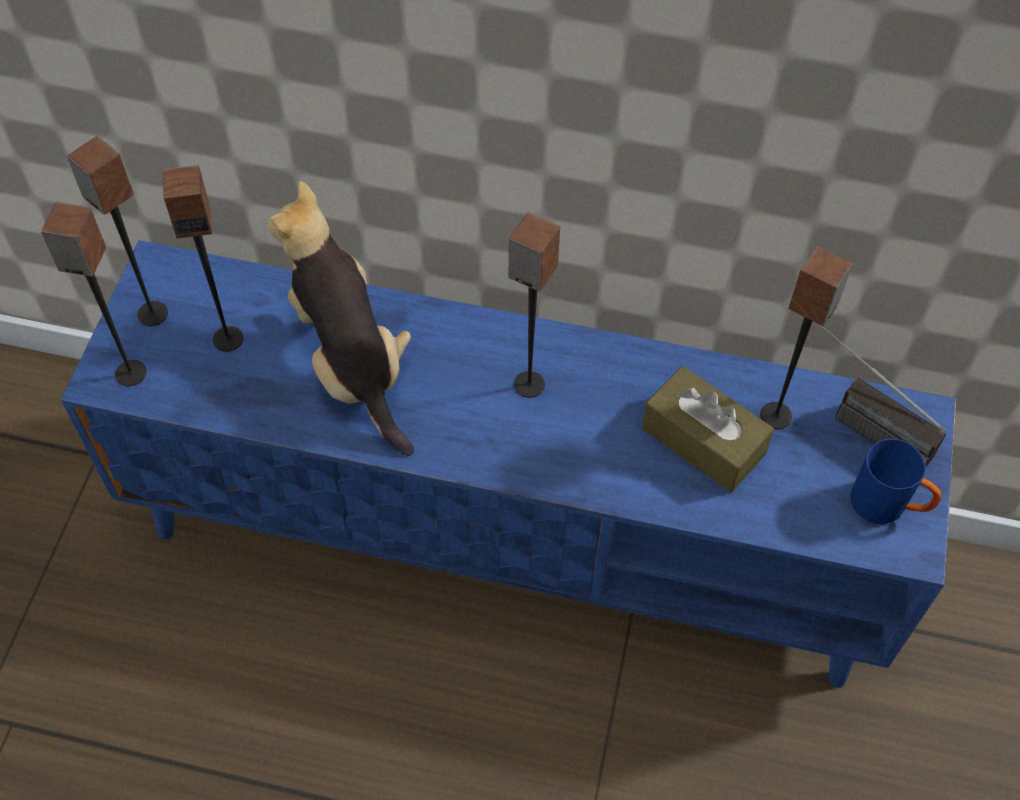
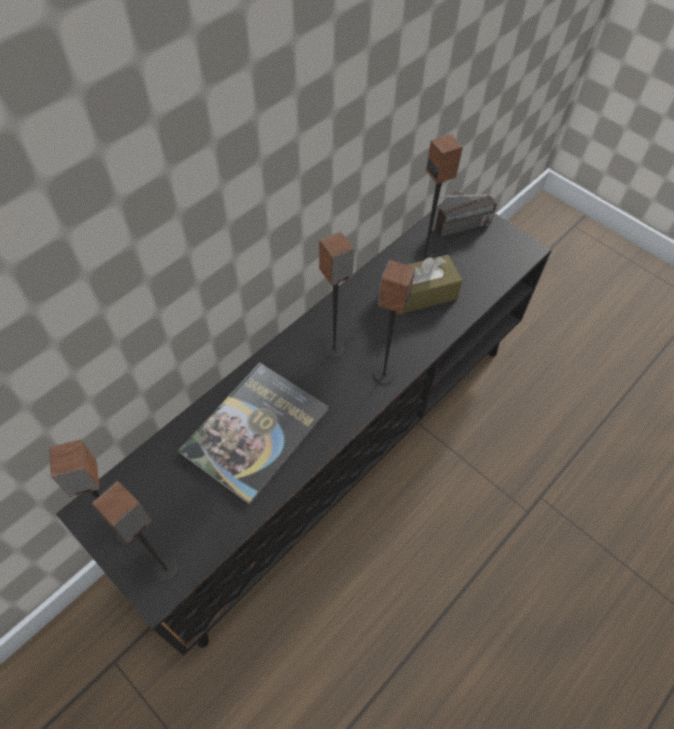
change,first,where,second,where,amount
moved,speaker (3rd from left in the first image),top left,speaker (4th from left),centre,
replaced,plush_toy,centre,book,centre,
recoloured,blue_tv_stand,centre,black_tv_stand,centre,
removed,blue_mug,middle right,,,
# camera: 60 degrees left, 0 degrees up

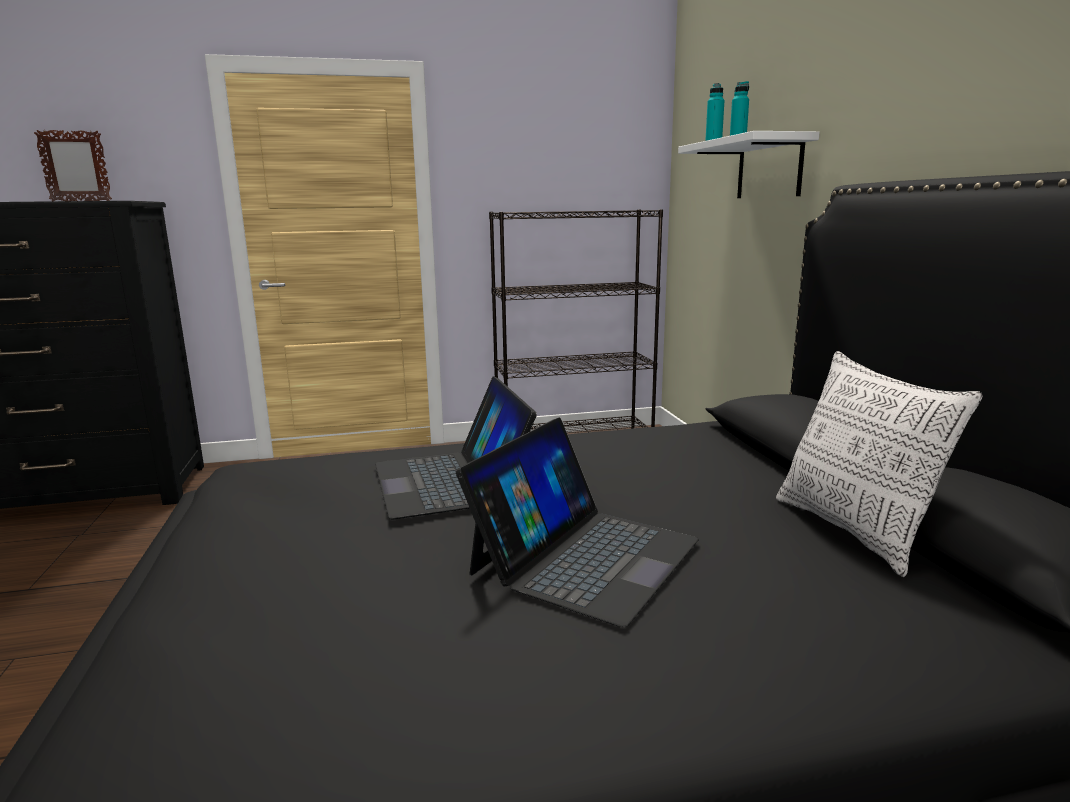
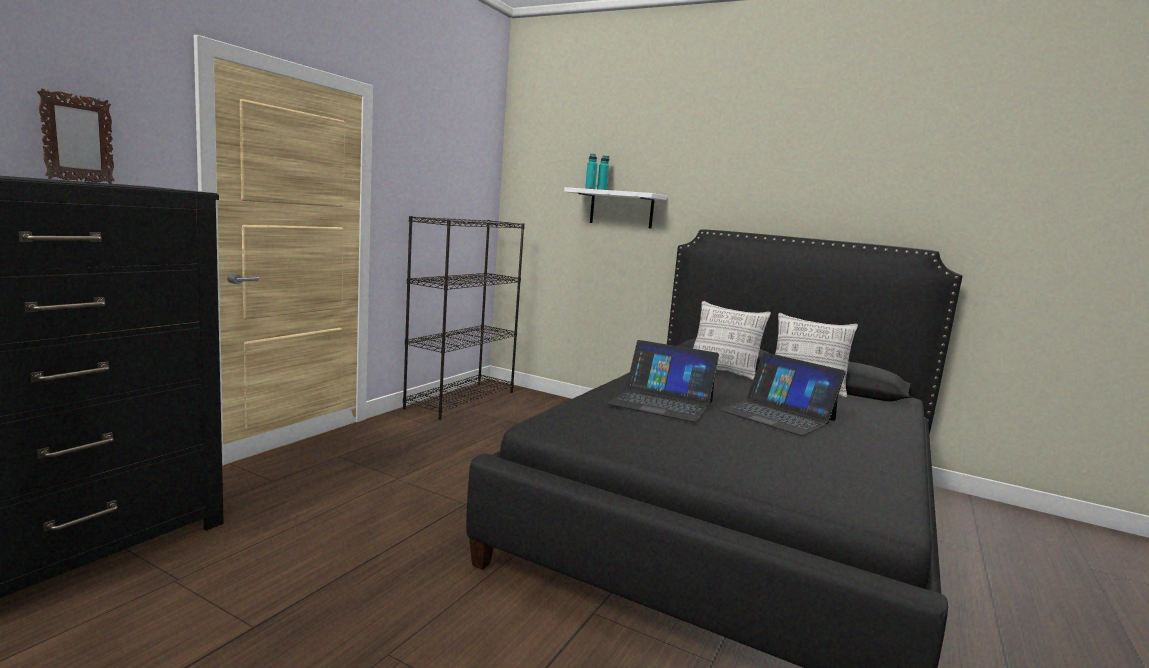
change,first,where,second,where,amount
turned,laptop (2nd from left),centre,,middle right,150 degrees clockwise
added,,,pillow (1st from left),centre,
# camera: 50 degrees left, 5 degrees down

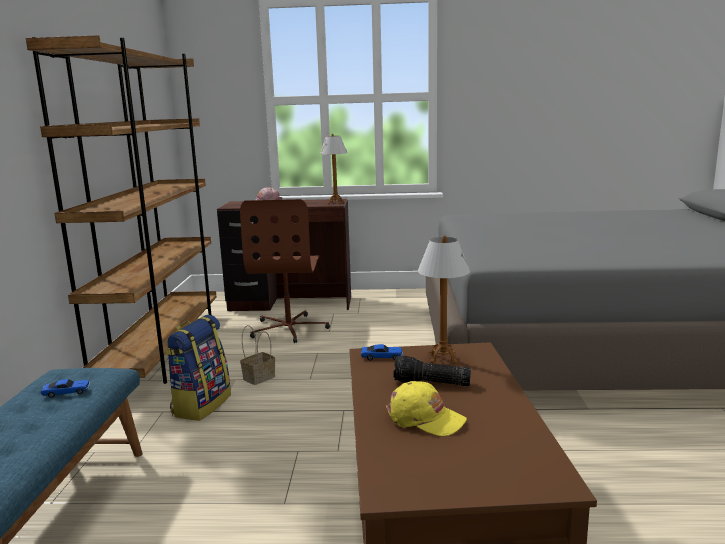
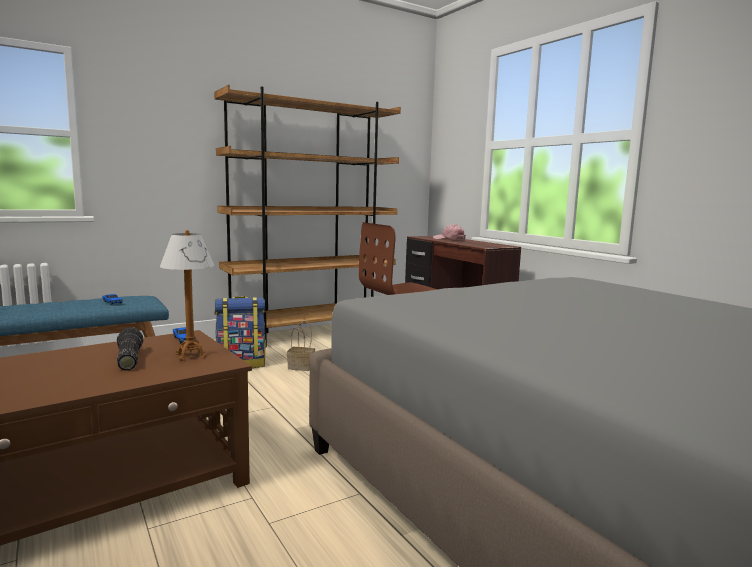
change,first,where,second,where,amount
removed,table_lamp (1st from left),top centre,,,
removed,yellow_cap,bottom centre,,,
# camera: 55 degrees right, 5 degrees down

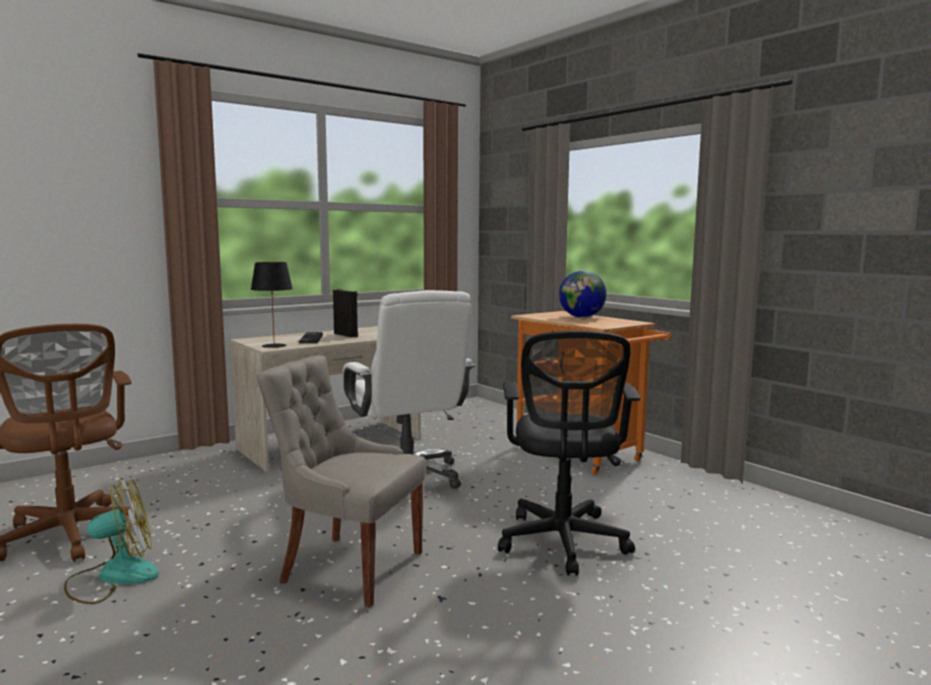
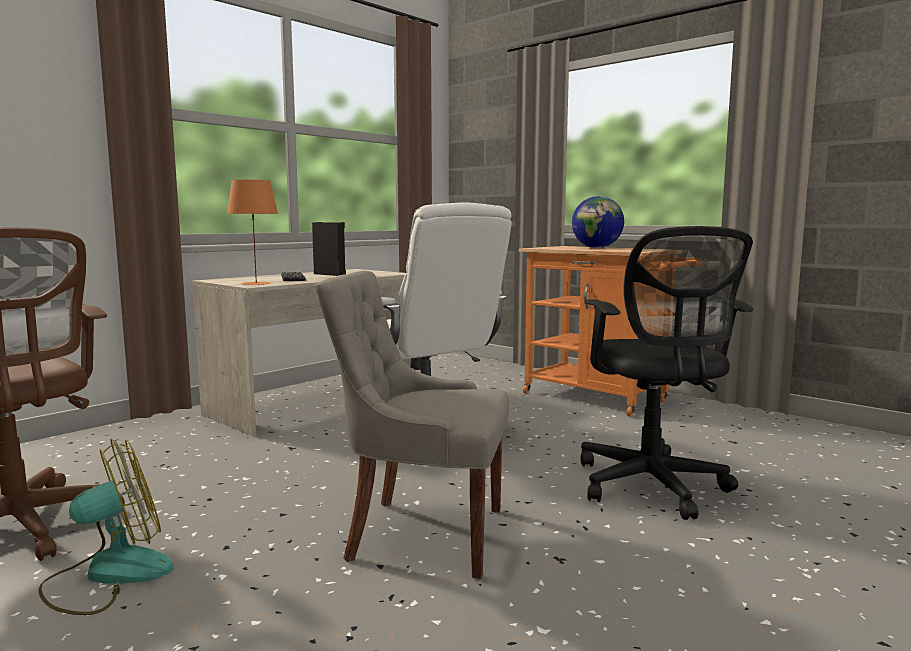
change,first,where,second,where,amount
recoloured,black_table_lamp,middle left,orange_table_lamp,middle left,
# camera: 10 degrees left, 0 degrees up

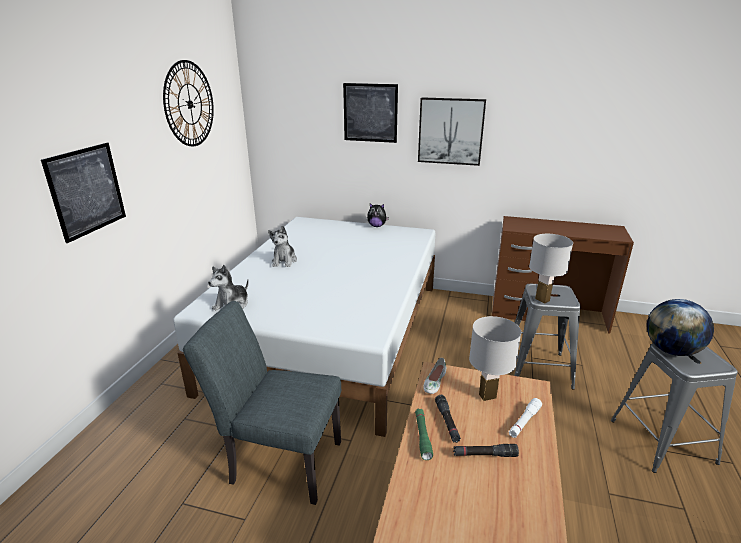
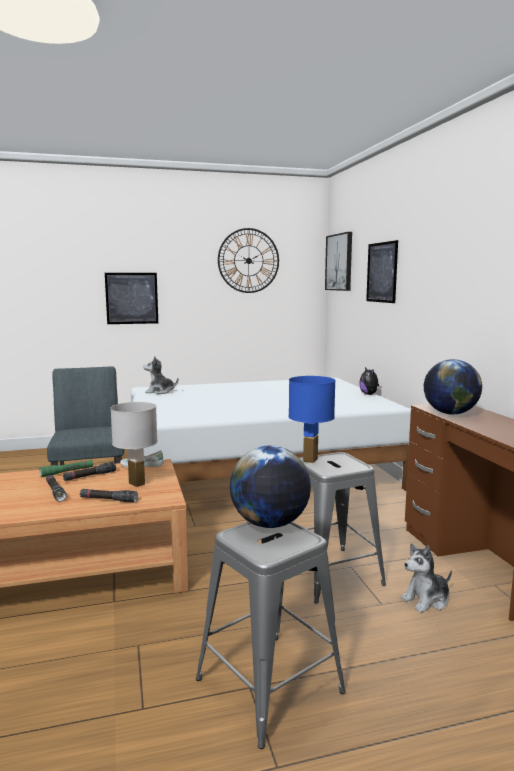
change,first,where,second,where,amount
moved,picture (3rd from left in the first image),top centre,picture (2nd from left),centre,
moved,plush_toy (2nd from left in the first image),centre,plush_toy (3rd from left),bottom right,
recoloured,white_table_lamp (2nd from left),middle right,blue_table_lamp,centre,
recoloured,white_flashlight,bottom right,black_flashlight (3rd from left),middle left,
added,,,globe (2nd from left),middle right,
# camera: 60 degrees right, 15 degrees down

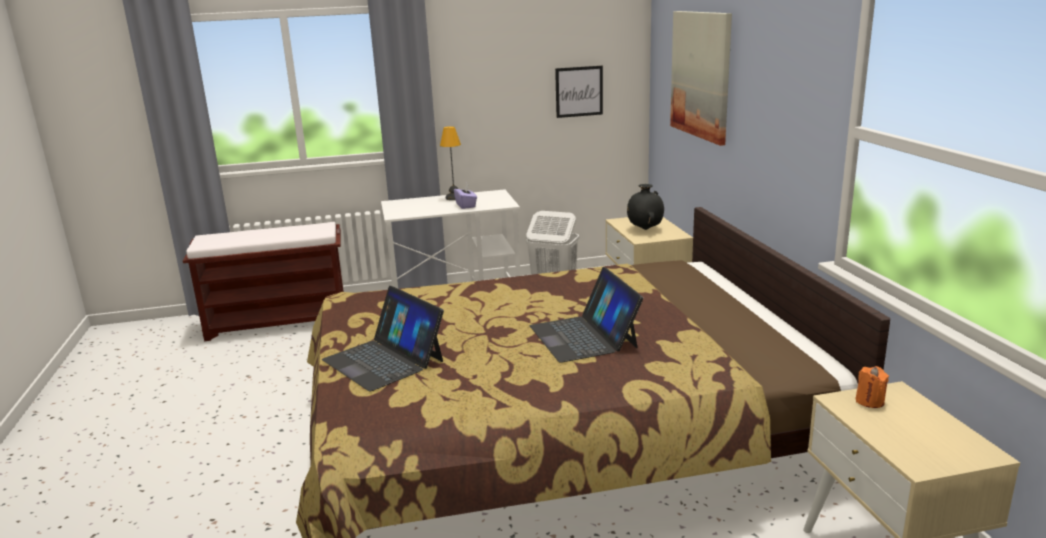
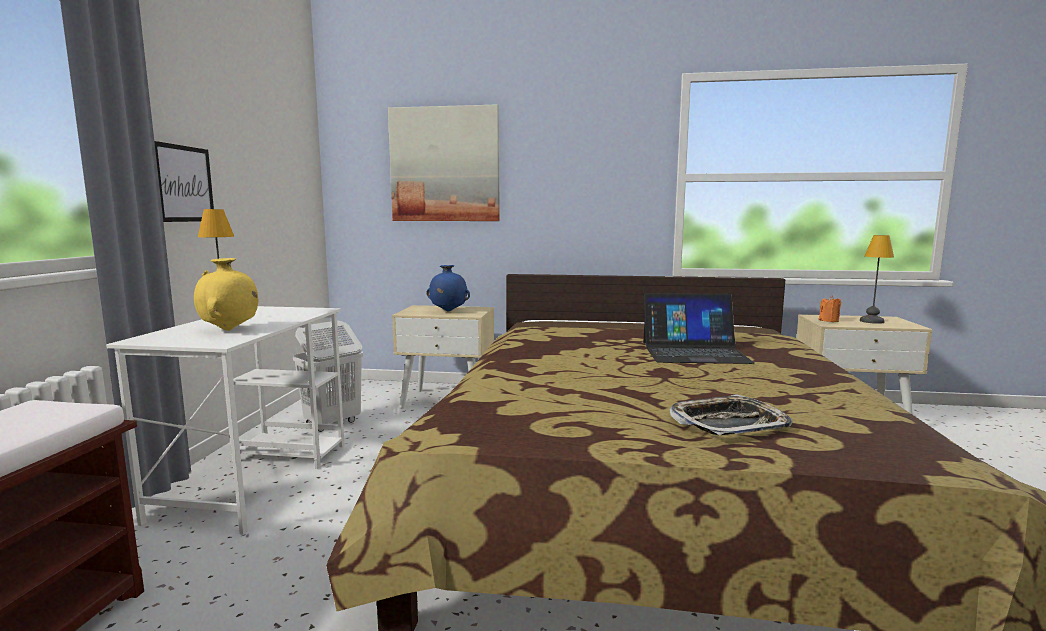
change,first,where,second,where,amount
moved,picture (1st from left),top centre,,top left,
removed,purple_tissue_box,centre,,,
recoloured,black_vase,centre,blue_vase,centre,
replaced,laptop (1st from left),centre,tray,middle right,
added,,,table_lamp (2nd from left),middle right,
added,,,yellow_vase,middle left,
# camera: 70 degrees left, 10 degrees down

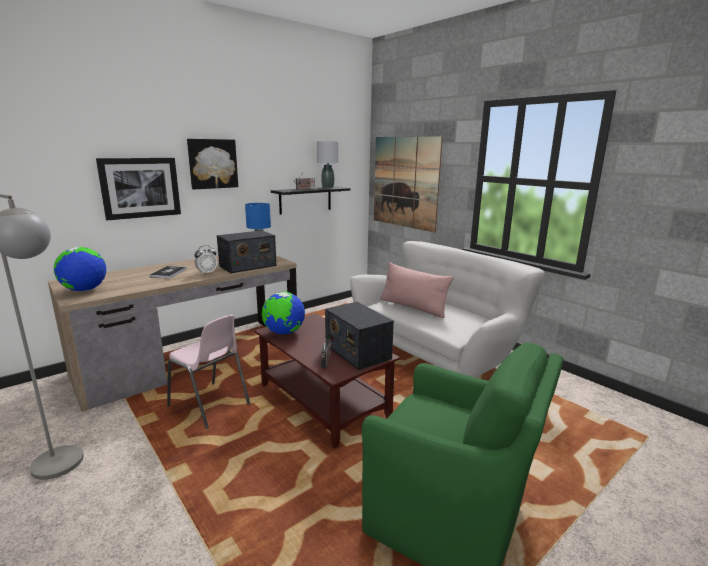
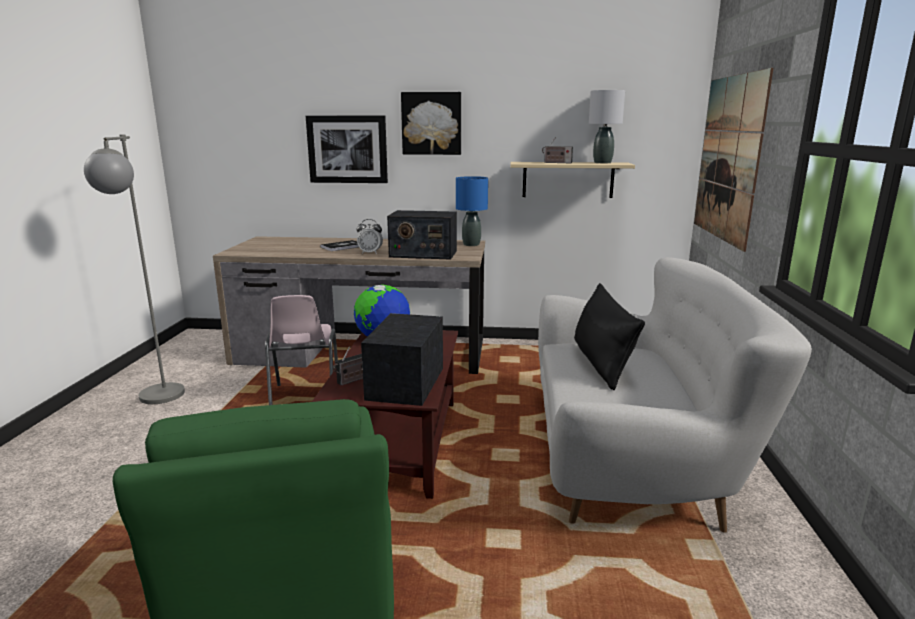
change,first,where,second,where,amount
recoloured,black_shelf,centre,beige_shelf,top centre,
removed,globe (1st from left),middle left,,,
recoloured,pink_pillow,centre,black_pillow,centre,
# camera: 45 degrees right, 0 degrees up

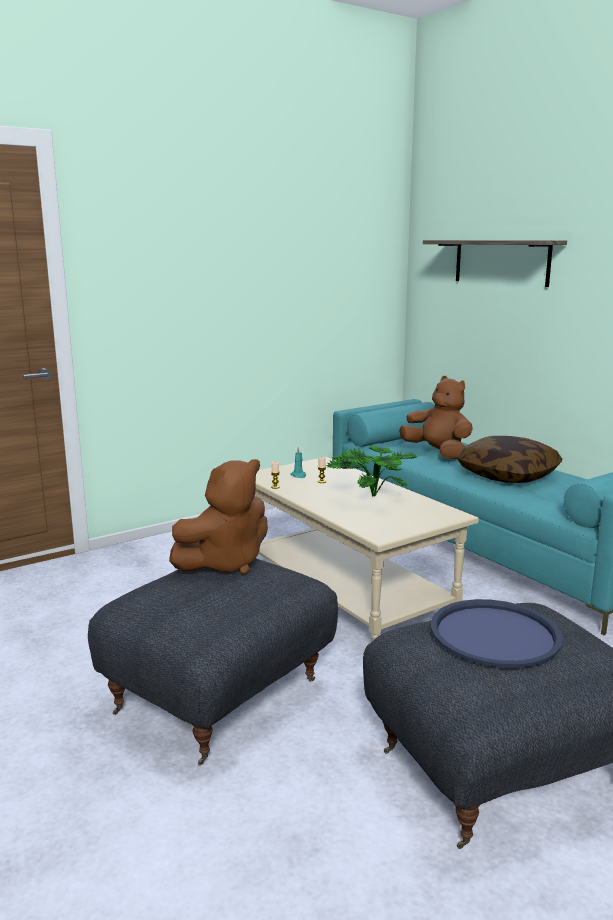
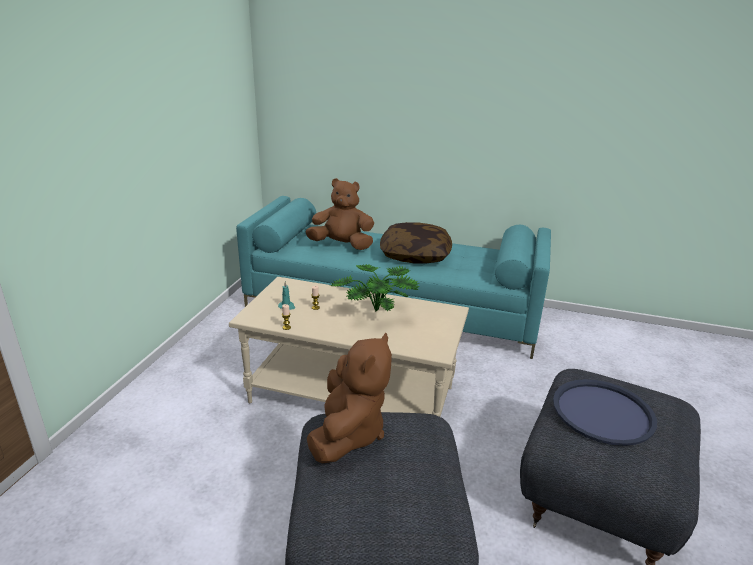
change,first,where,second,where,amount
removed,shelf,top right,,,
# camera: 40 degrees left, 10 degrees up

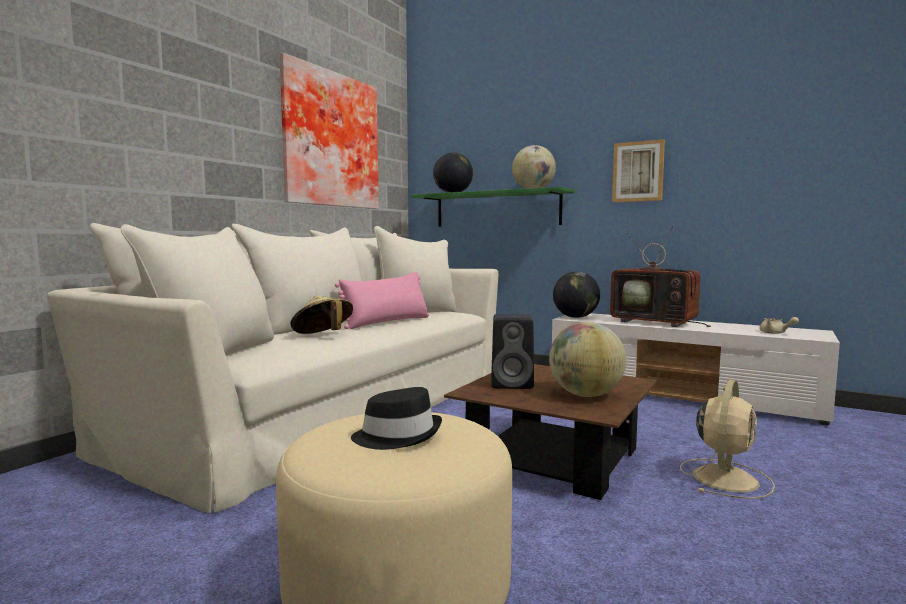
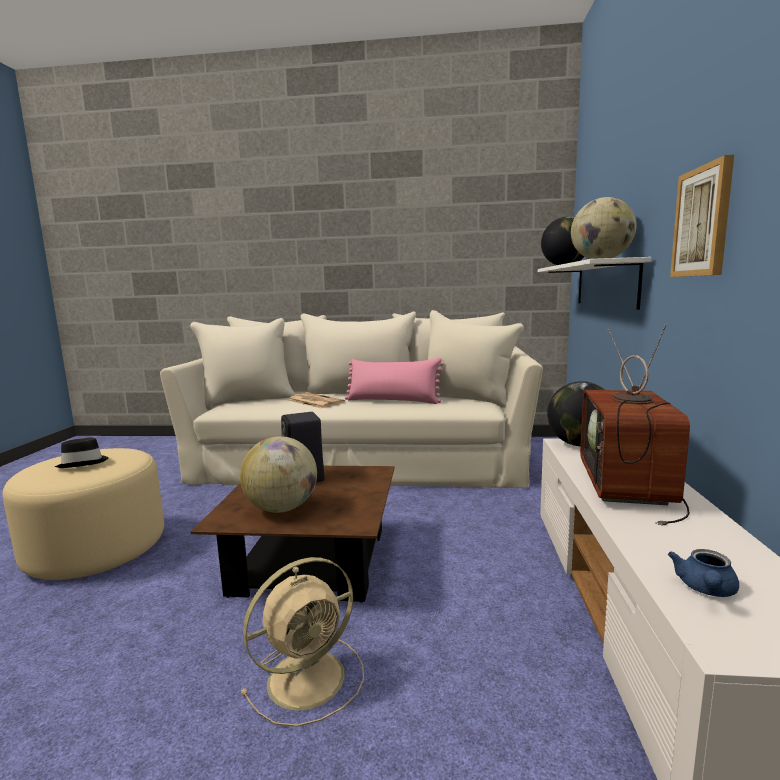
change,first,where,second,where,amount
removed,picture (1st from left),top centre,,,
recoloured,green_shelf,centre,white_shelf,middle right,
replaced,beige_hat,centre,newspaper,centre,
recoloured,beige_teapot,middle right,blue_teapot,bottom right,
turned,beige_fan,bottom right,,bottom centre,45 degrees counterclockwise
# camera: 65 degrees right, 5 degrees up

